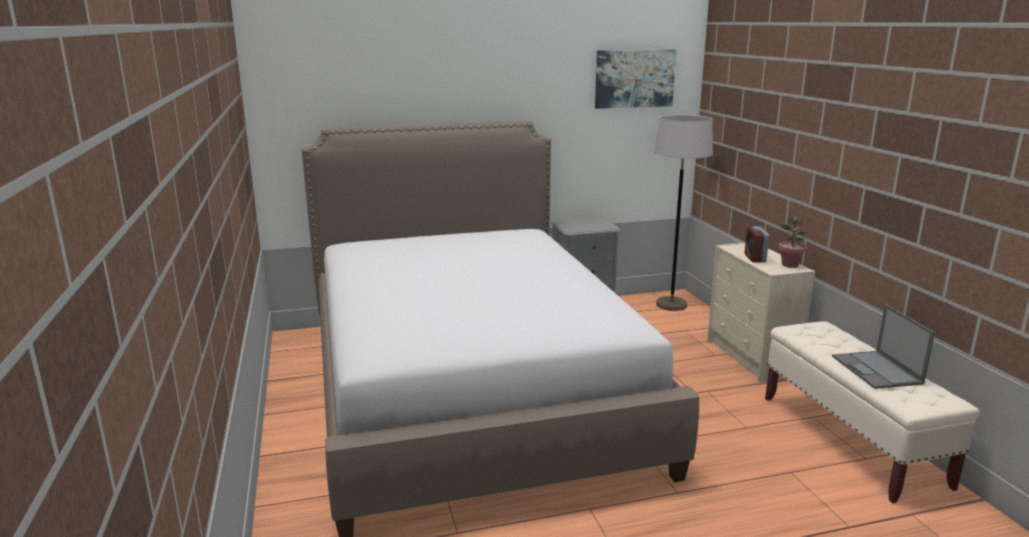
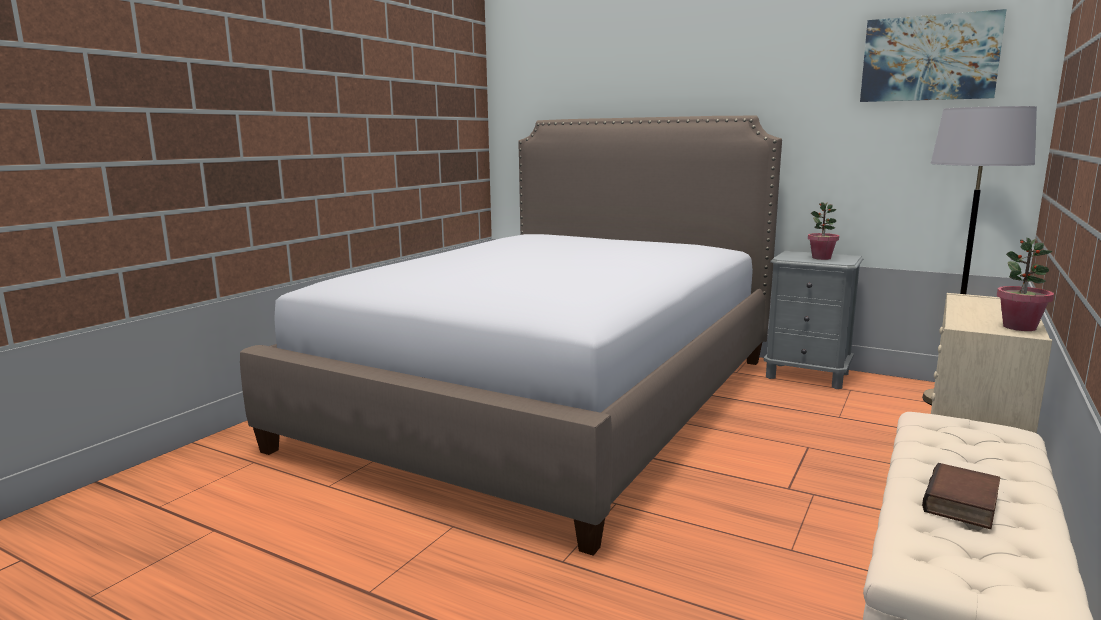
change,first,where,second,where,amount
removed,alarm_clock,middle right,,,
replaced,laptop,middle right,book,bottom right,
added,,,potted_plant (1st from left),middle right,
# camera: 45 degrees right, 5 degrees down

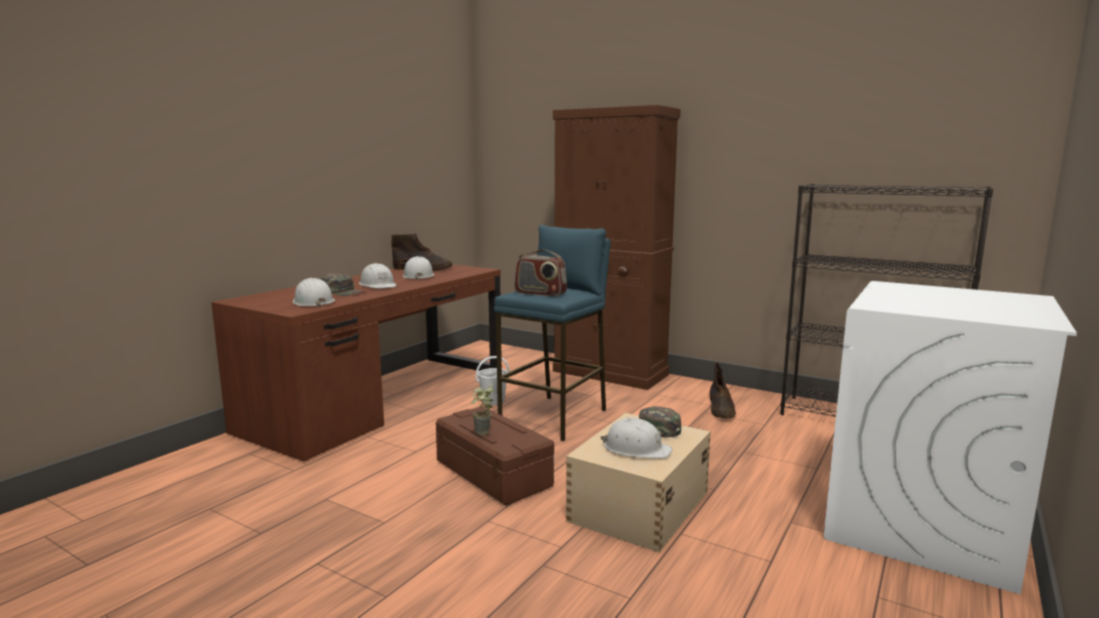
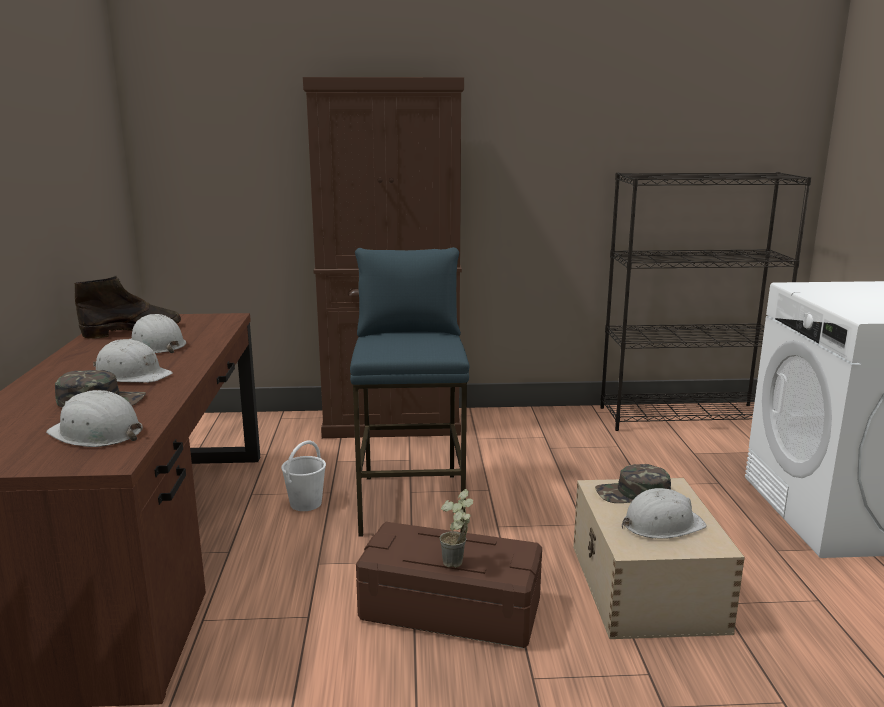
change,first,where,second,where,amount
removed,radio,centre,,,
removed,brown_boot (2nd from left),centre,,,
# camera: 35 degrees left, 5 degrees up

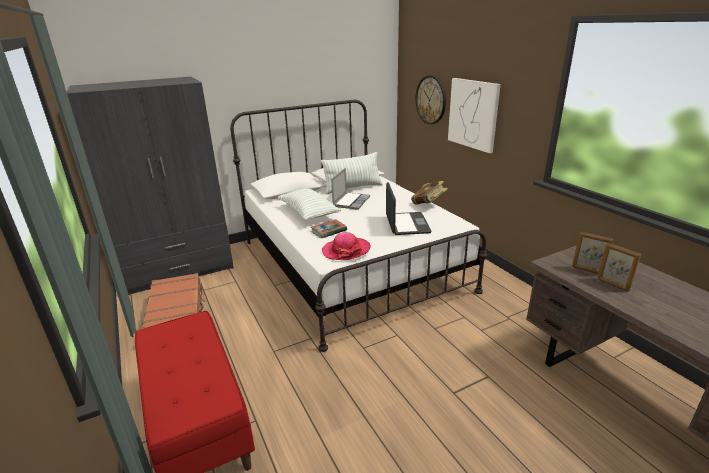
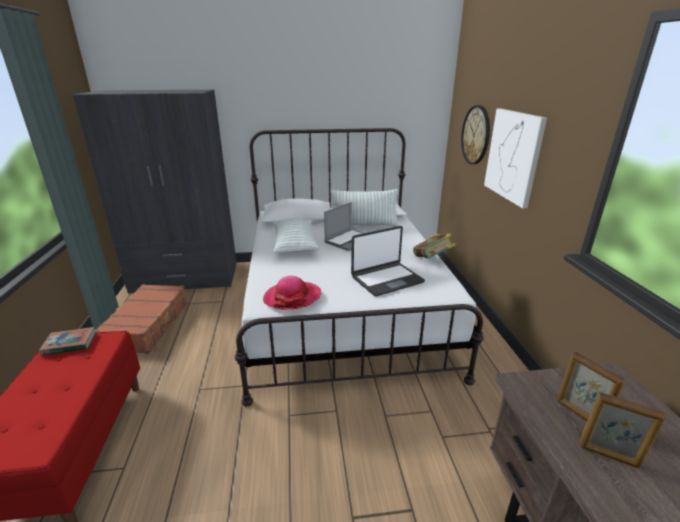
change,first,where,second,where,amount
turned,laptop (2nd from left),centre,,centre,45 degrees clockwise
moved,book (1st from left),centre,,middle left,
turned,picture_frame (2nd from left),middle right,,bottom right,45 degrees counterclockwise
# camera: 20 degrees right, 0 degrees up

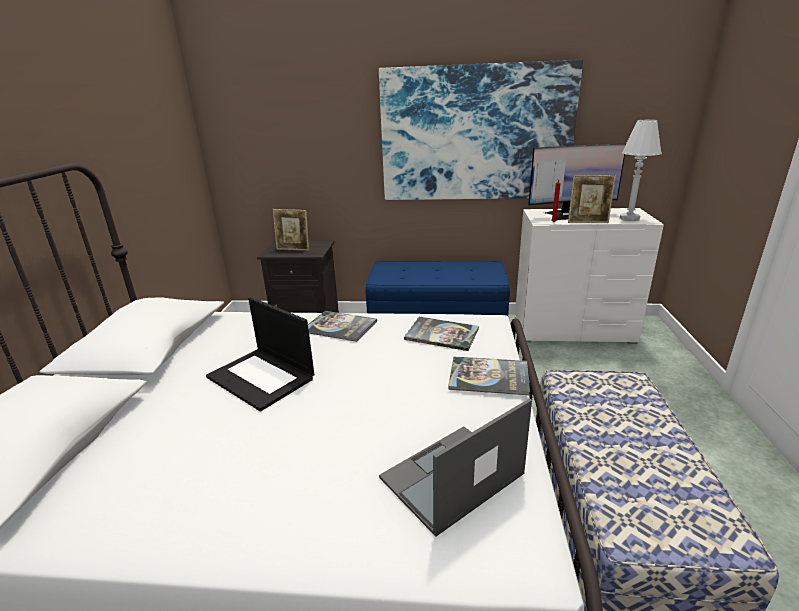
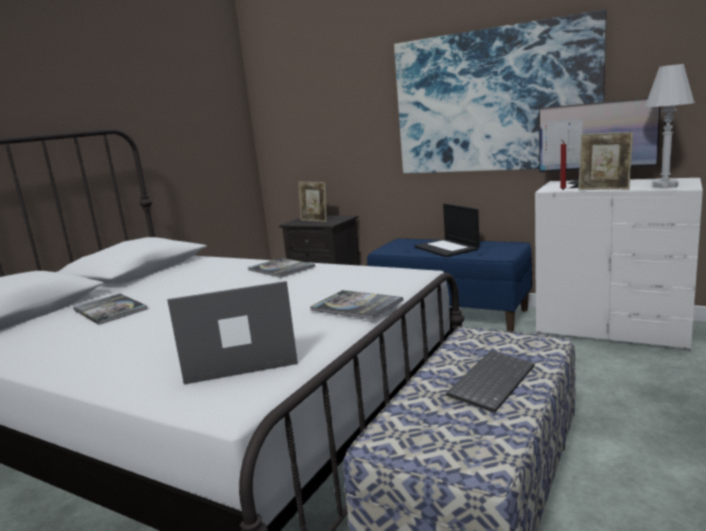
change,first,where,second,where,amount
moved,laptop (1st from left in the first image),middle left,laptop (2nd from left),centre,
moved,book (2nd from left in the first image),centre,book (1st from left),middle left,
added,,,keyboard,bottom right,
# camera: 25 degrees right, 10 degrees down

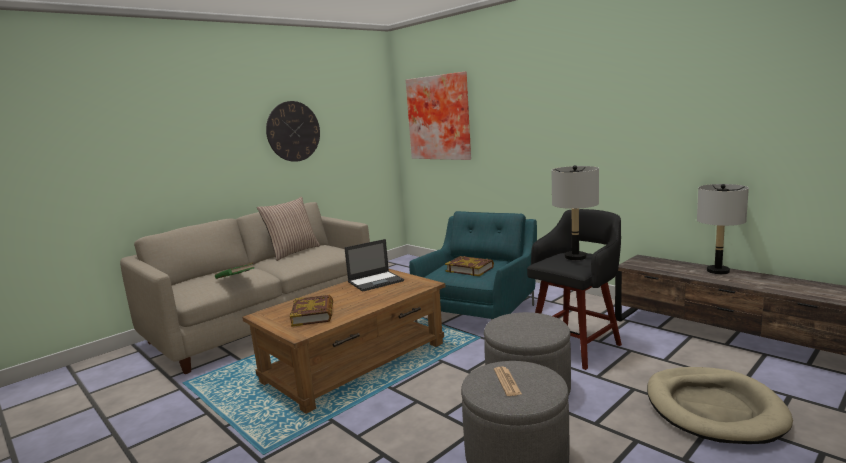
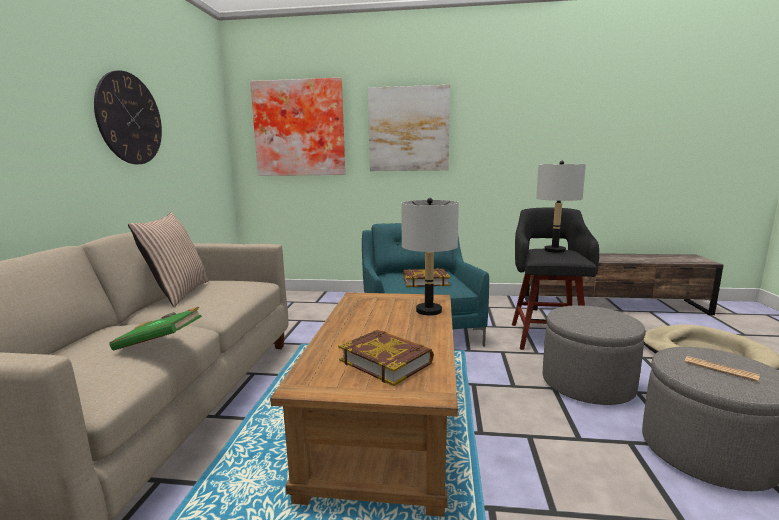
change,first,where,second,where,amount
moved,grey_table_lamp (2nd from left in the first image),middle right,grey_table_lamp (1st from left),centre,
removed,laptop,centre,,,
added,,,picture (2nd from left),top centre,
# camera: 40 degrees left, 0 degrees up

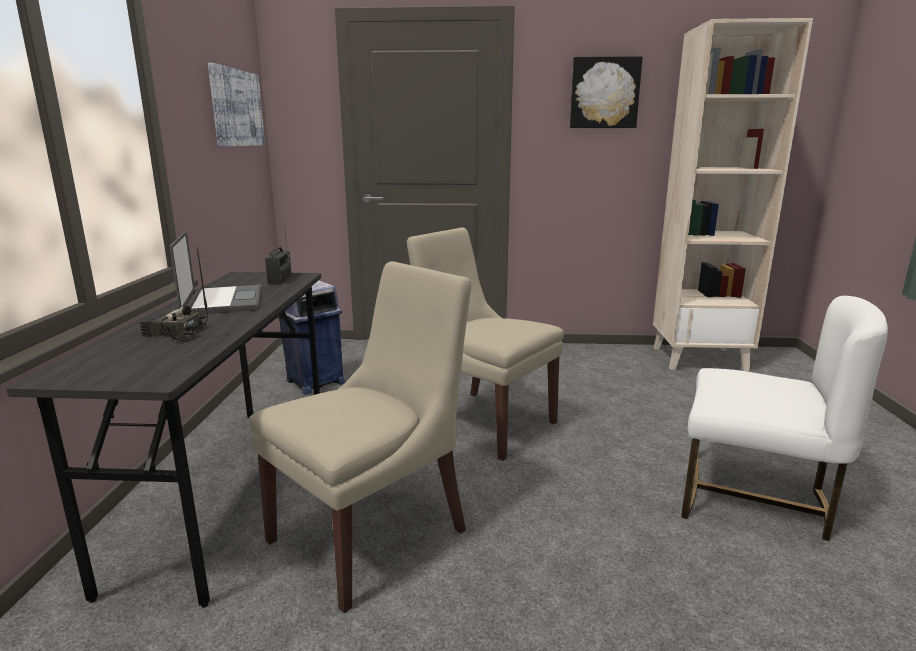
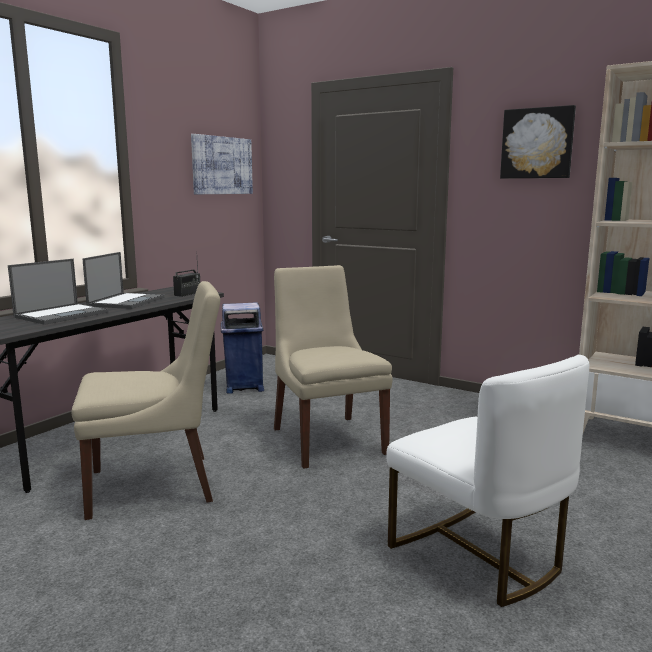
change,first,where,second,where,amount
replaced,radio (1st from left),middle left,laptop (1st from left),middle left,
# camera: 30 degrees right, 5 degrees down

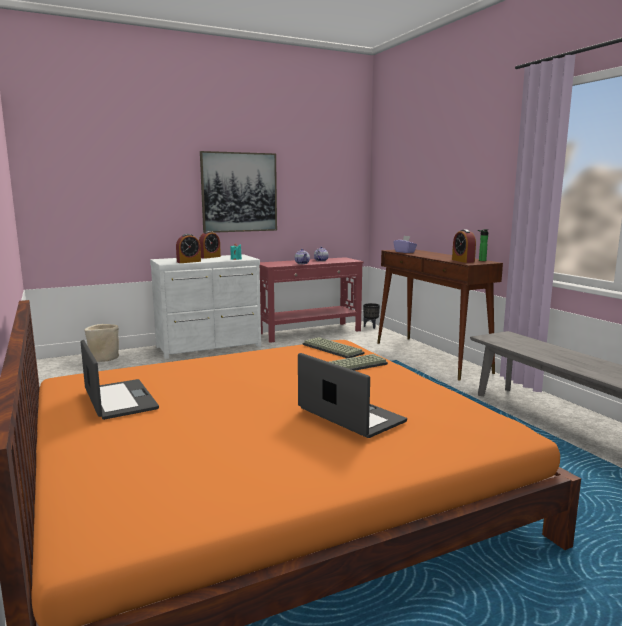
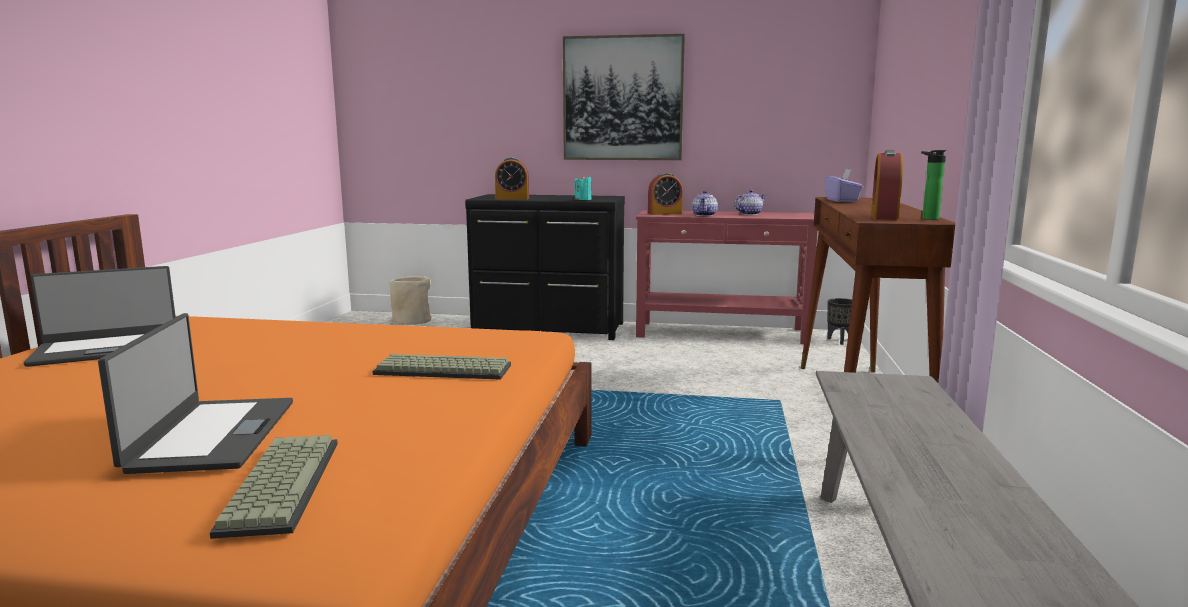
change,first,where,second,where,amount
moved,alarm_clock (2nd from left),centre,,top centre,
recoloured,white_dresser,middle left,black_dresser,centre,
moved,keyboard (1st from left),centre,,bottom left,
turned,laptop (1st from left),middle left,,middle left,60 degrees clockwise
# camera: 35 degrees right, 0 degrees up

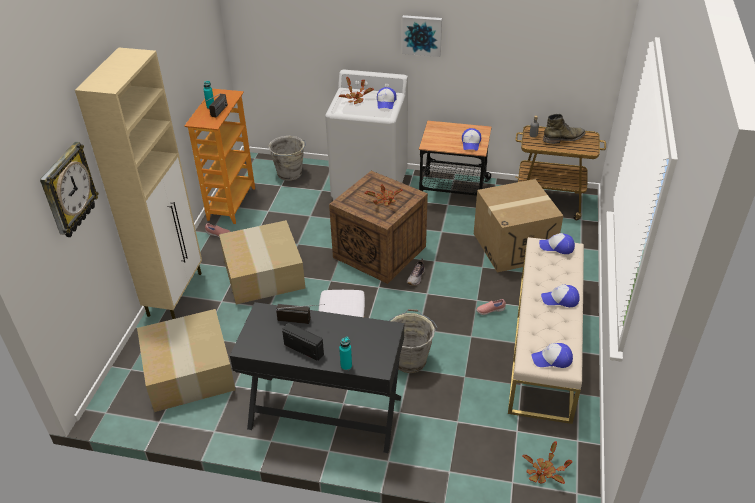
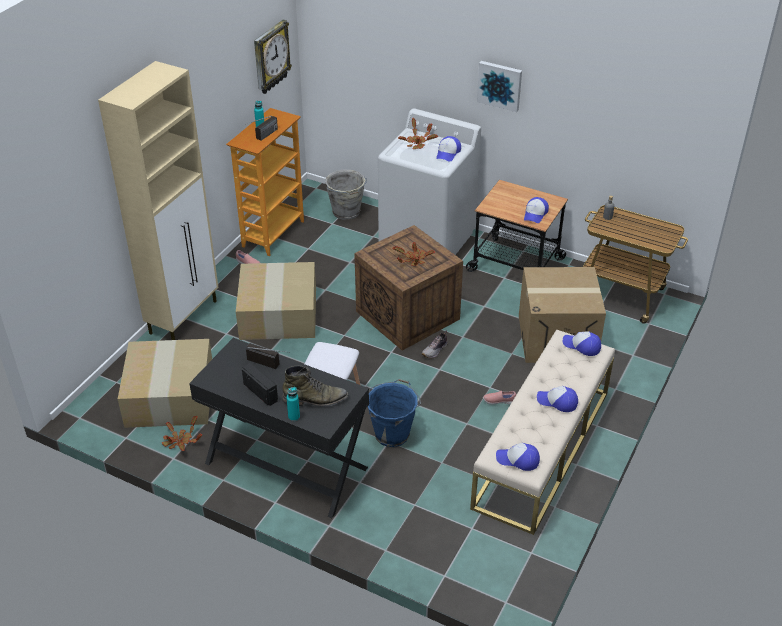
change,first,where,second,where,amount
moved,green_boot,top right,,centre,
moved,wall_clock,middle left,,top centre,
recoloured,grey_bucket (2nd from left),bottom centre,blue_bucket,centre,
moved,potted_plant (3rd from left in the first image),bottom right,potted_plant (1st from left),bottom left,
# camera: 15 degrees right, 0 degrees up

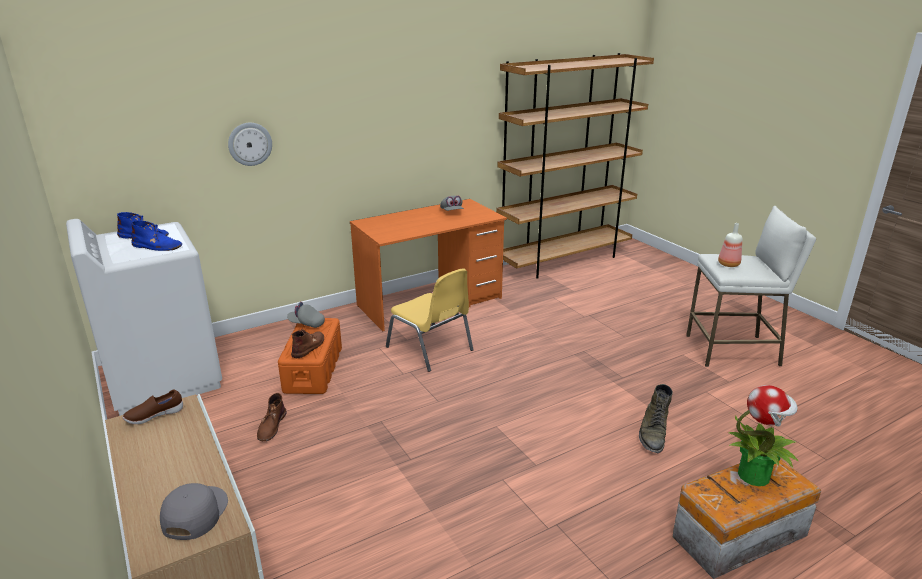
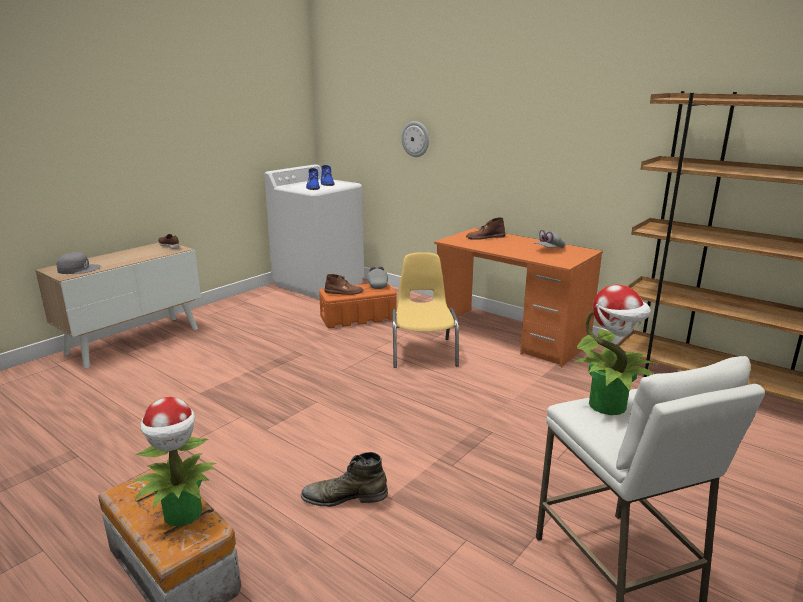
change,first,where,second,where,amount
replaced,bottle,middle right,potted_plant (2nd from left),middle right,
turned,yellow_chair,centre,,centre,150 degrees clockwise
moved,brown_boot (1st from left in the first image),bottom left,brown_boot (2nd from left),centre,
# camera: 70 degrees right, 5 degrees down

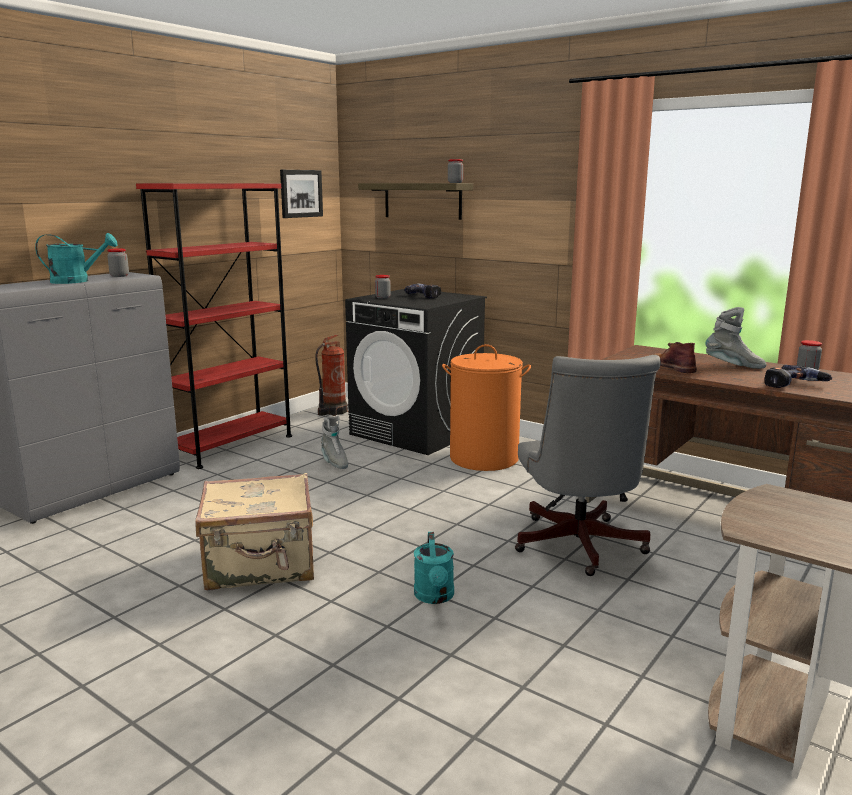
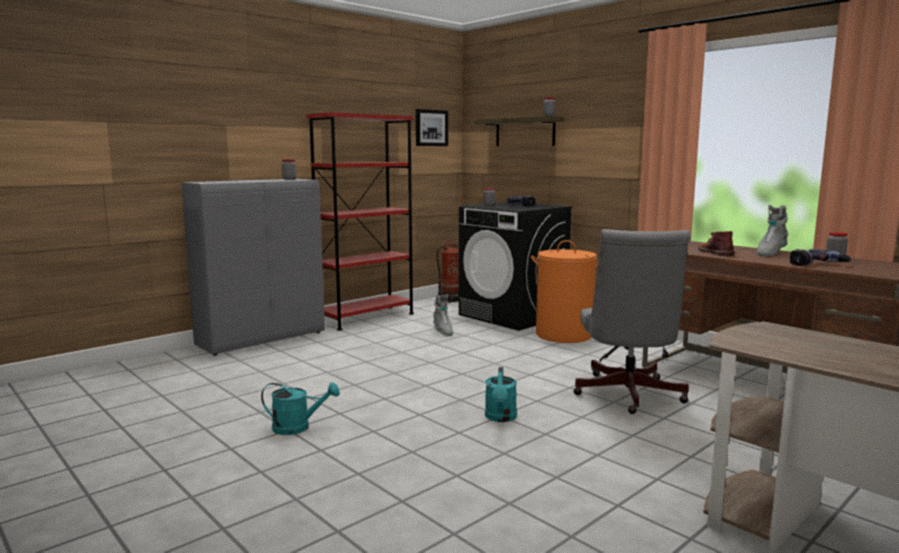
change,first,where,second,where,amount
moved,turquoise_watering_can (1st from left),top left,,bottom centre,
turned,grey_boot (2nd from left),middle right,,middle right,105 degrees clockwise
removed,beige_suitcase,bottom left,,,
# camera: 10 degrees right, 5 degrees down

